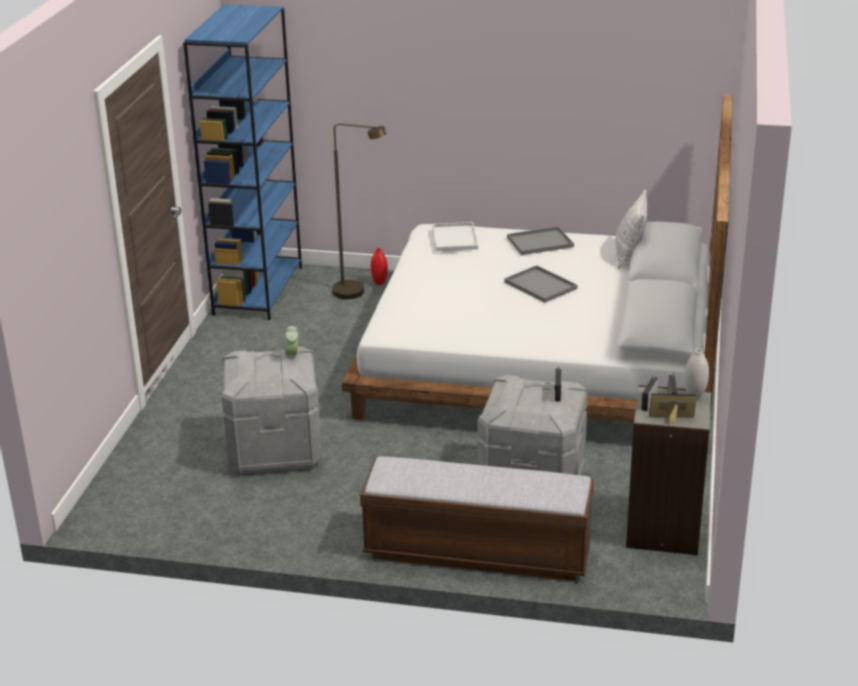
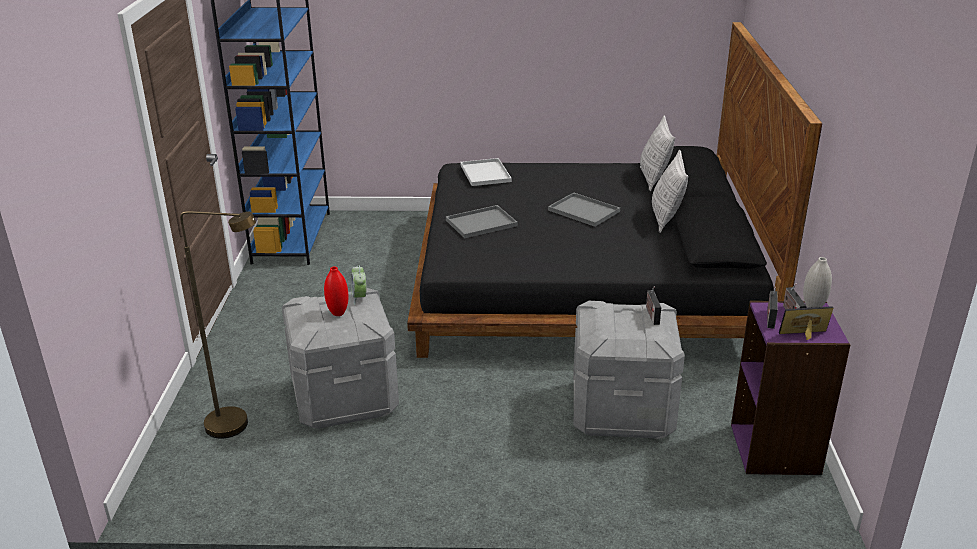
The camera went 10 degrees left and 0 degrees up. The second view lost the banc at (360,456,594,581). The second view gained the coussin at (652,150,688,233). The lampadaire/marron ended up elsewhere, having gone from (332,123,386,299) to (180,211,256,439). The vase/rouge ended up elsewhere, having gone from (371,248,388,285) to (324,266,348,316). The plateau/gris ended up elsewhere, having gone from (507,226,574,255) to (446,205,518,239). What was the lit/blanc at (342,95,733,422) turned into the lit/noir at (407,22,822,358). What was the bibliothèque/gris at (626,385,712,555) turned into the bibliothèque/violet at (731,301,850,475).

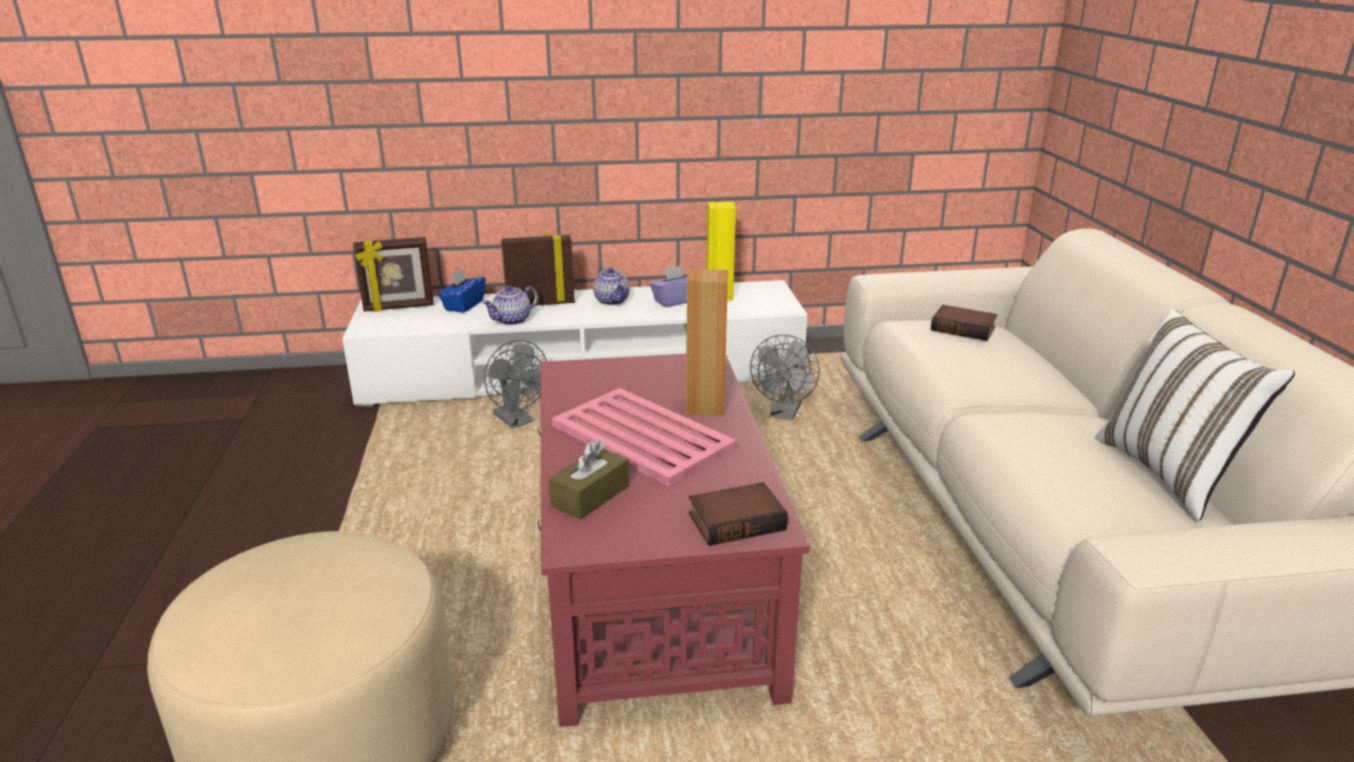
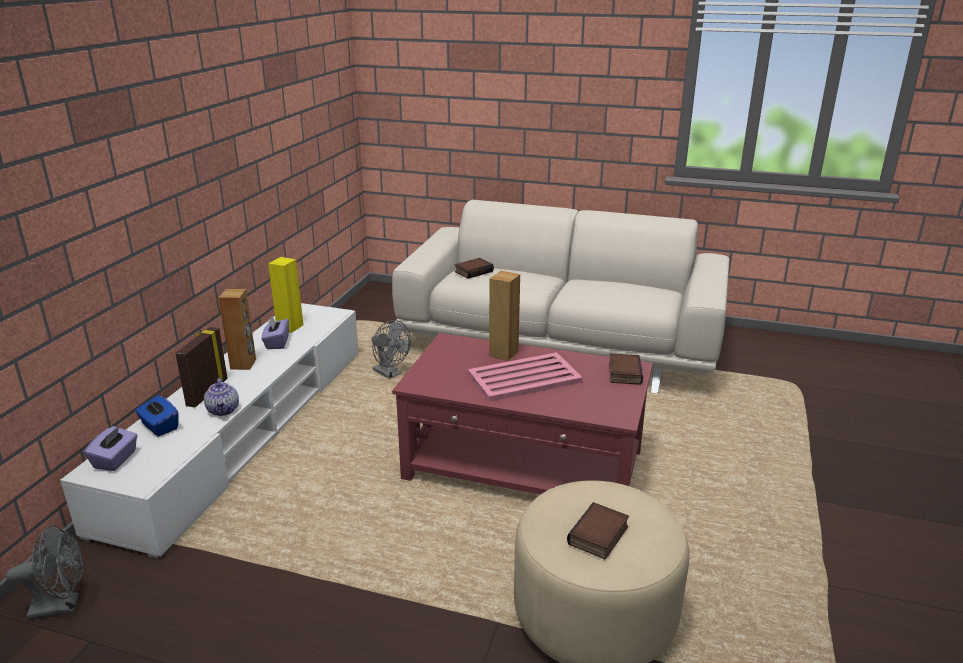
The camera went 65 degrees left and 0 degrees up. The second view lost the boîte à mouchoirs/marron at (549,440,629,520). The second view lost the coussin/blanc at (1096,308,1295,520). The second view gained the livre at (567,502,629,559). The ventilateur/gris ended up elsewhere, having gone from (484,340,547,429) to (6,525,83,620). Where the cadre photo stood at (353,237,434,312), the boîte à mouchoirs/violet came to stand at (84,426,138,471). Where the théière stood at (593,267,630,305), the enceinte/marron came to stand at (219,289,256,370).

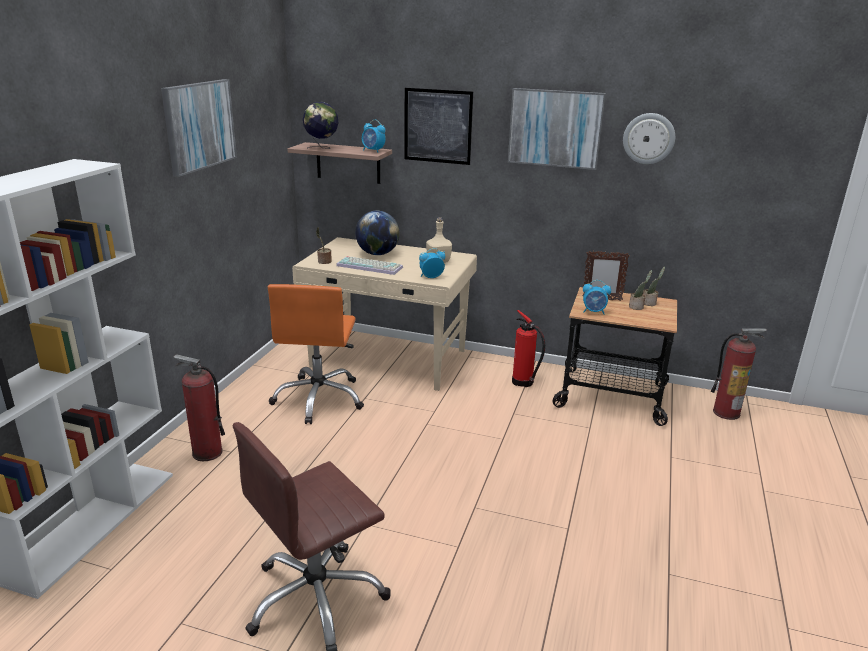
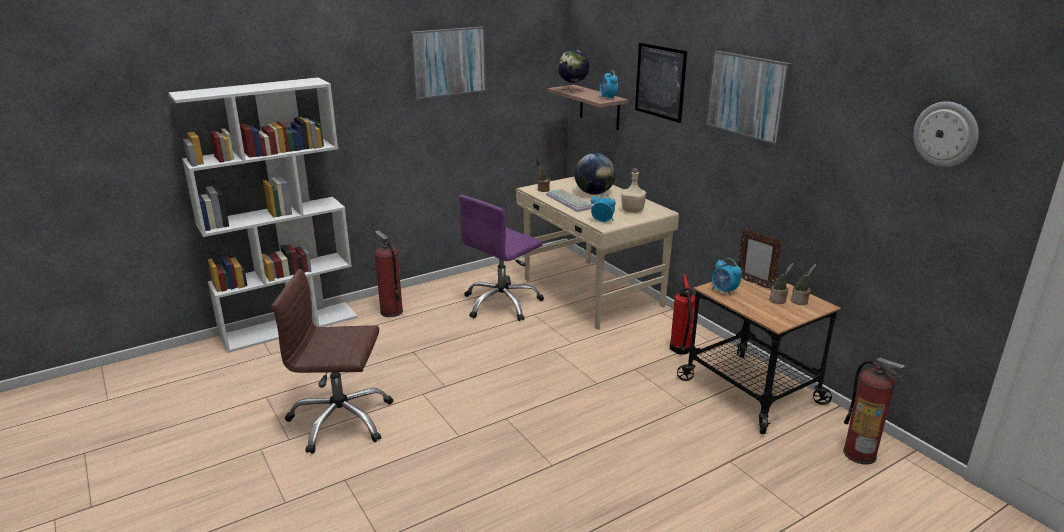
The camera went 40 degrees right and 0 degrees up. The horloge murale ended up elsewhere, having gone from (623,113,675,164) to (913,101,979,167). What was the chaise de bureau/orange at (268,284,364,424) turned into the chaise de bureau/violet at (459,195,544,321).

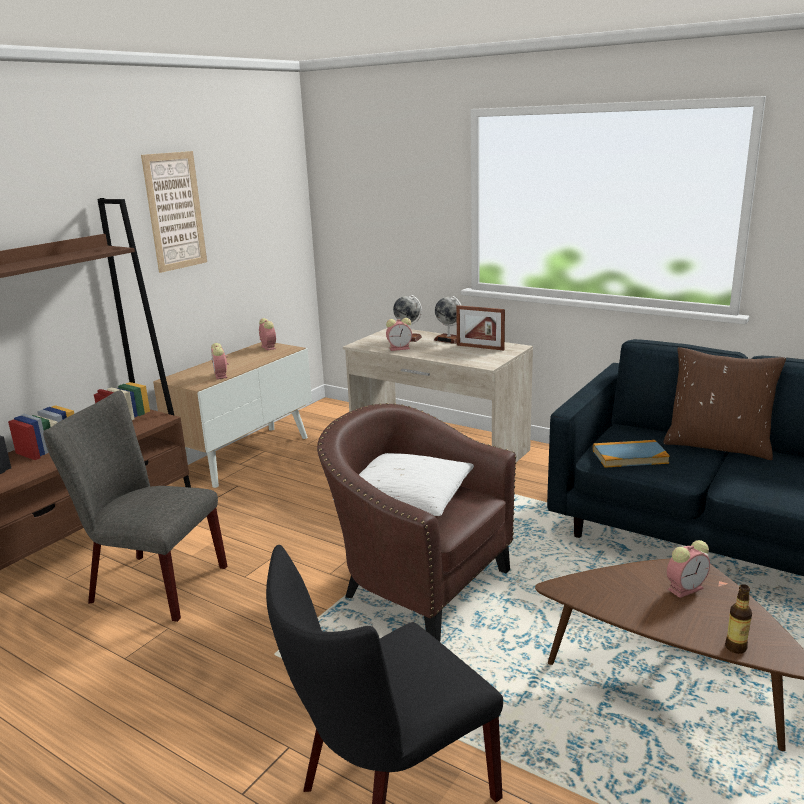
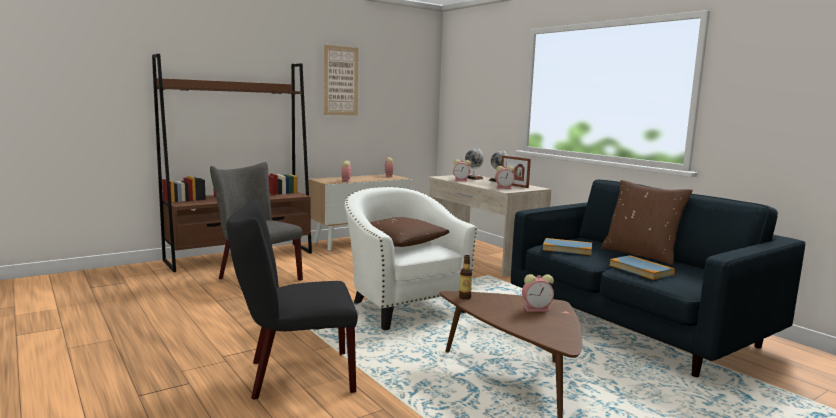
The camera went 20 degrees right and 10 degrees down. The second view gained the réveil at (495,166,515,189). The second view gained the livre at (609,256,675,280). The bouteille ended up elsewhere, having gone from (725,584,752,654) to (459,255,472,299). What was the fauteuil/marron at (317,403,516,642) turned into the fauteuil/blanc at (345,187,477,331). What was the coussin/blanc at (333,453,474,516) turned into the coussin/marron at (370,217,449,247).

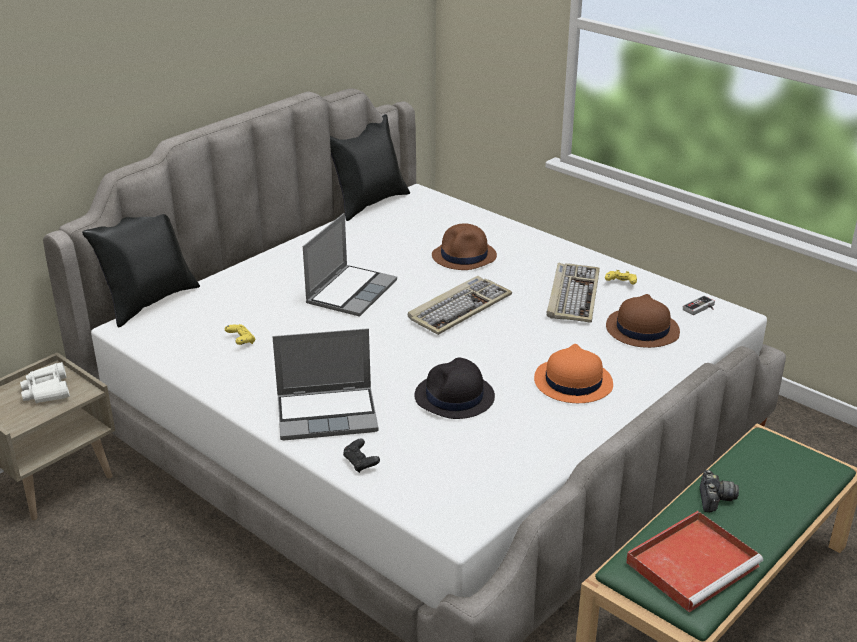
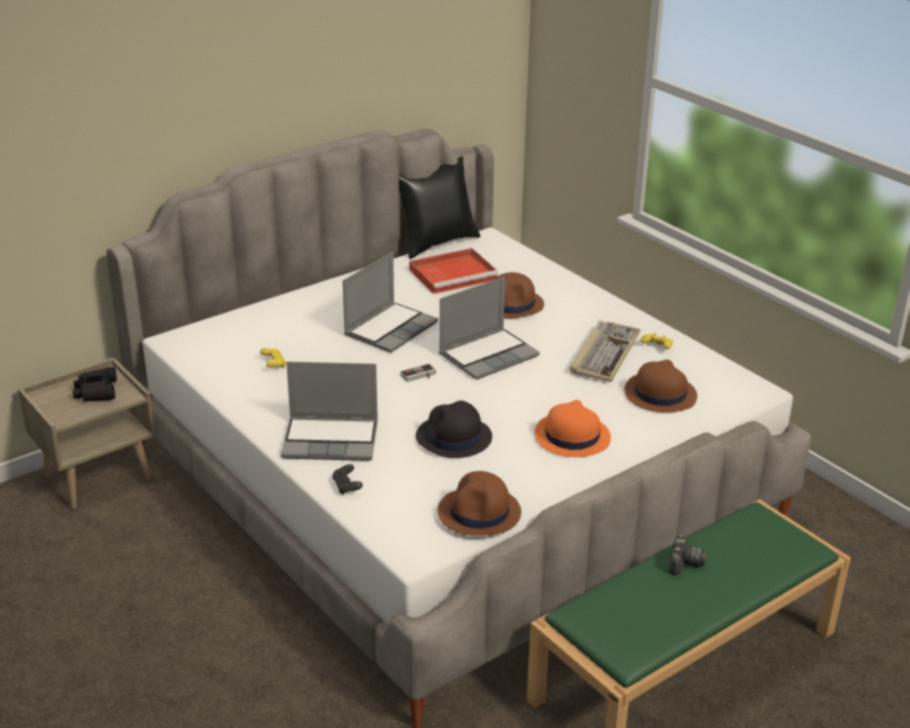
The camera went 10 degrees right and 0 degrees up. The second view lost the coussin/noir at (82,214,200,328). The second view gained the chapeau/marron at (438,471,521,535). The plateau/rouge ended up elsewhere, having gone from (626,511,763,612) to (409,248,499,294). The manette ended up elsewhere, having gone from (683,296,715,315) to (400,363,436,382). Where the clavier stood at (408,276,512,335), the ordinateur portable came to stand at (439,277,540,380). What was the jumelles/blanc at (20,362,70,404) turned into the jumelles/noir at (72,367,117,402).

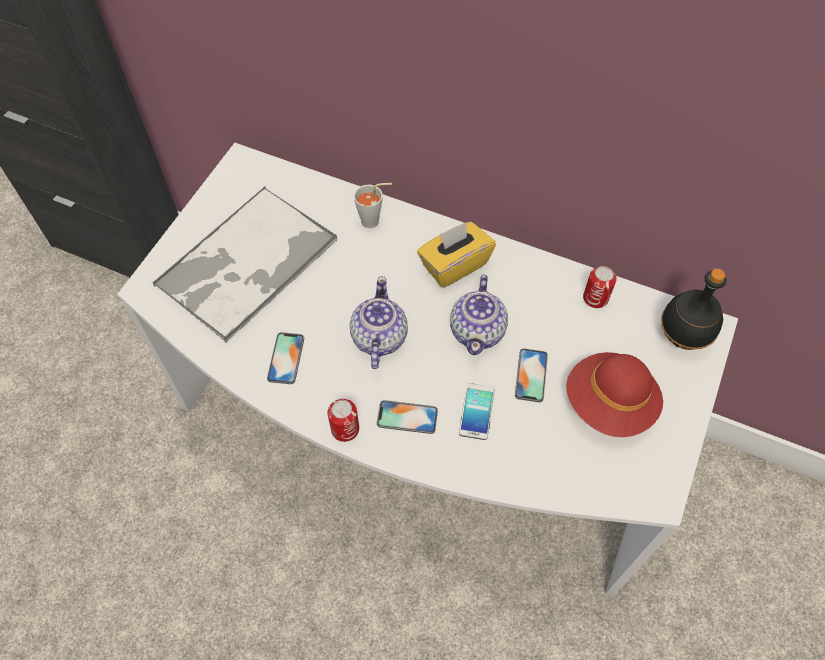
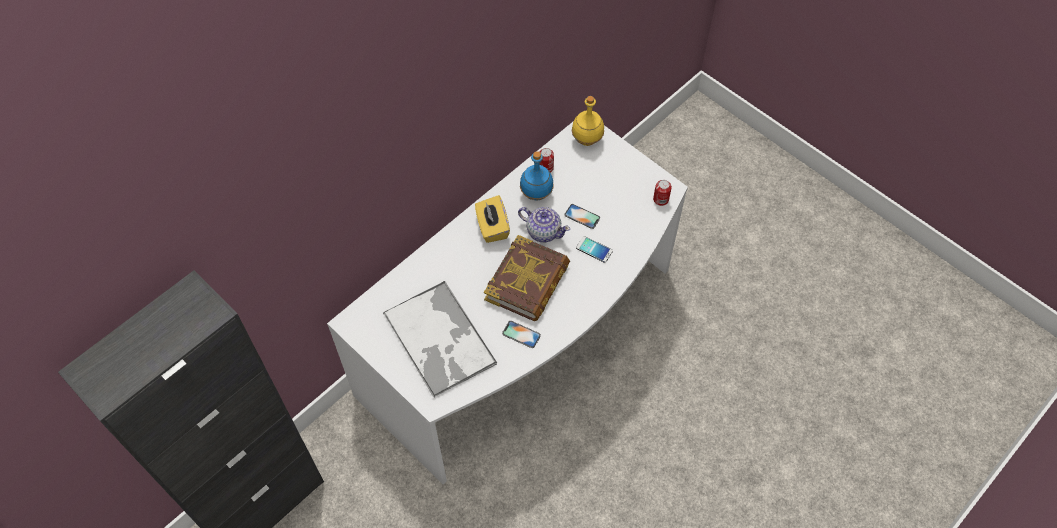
The camera went 70 degrees left and 0 degrees up. The second view lost the tasse/gris at (354,183,392,228). The second view lost the téléphone at (377,400,438,434). The second view lost the chapeau/rouge at (566,352,663,437). The second view gained the bouteille/bleu at (520,151,553,200). The boîte métallique ended up elsewhere, having gone from (328,399,359,442) to (653,180,672,206). Where the théière stood at (350,276,408,369), the livre came to stand at (484,235,570,321). What was the bouteille/noir at (661,269,727,350) turned into the bouteille/jaune at (572,96,604,146).

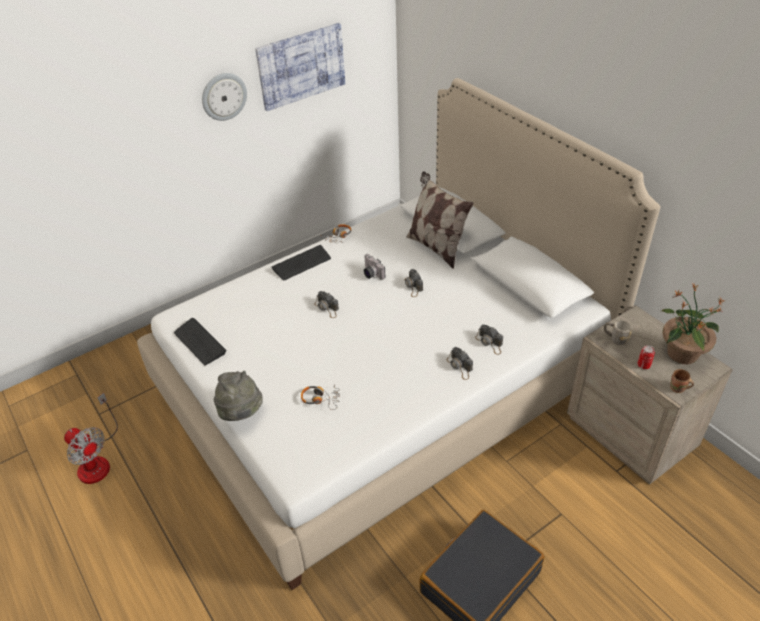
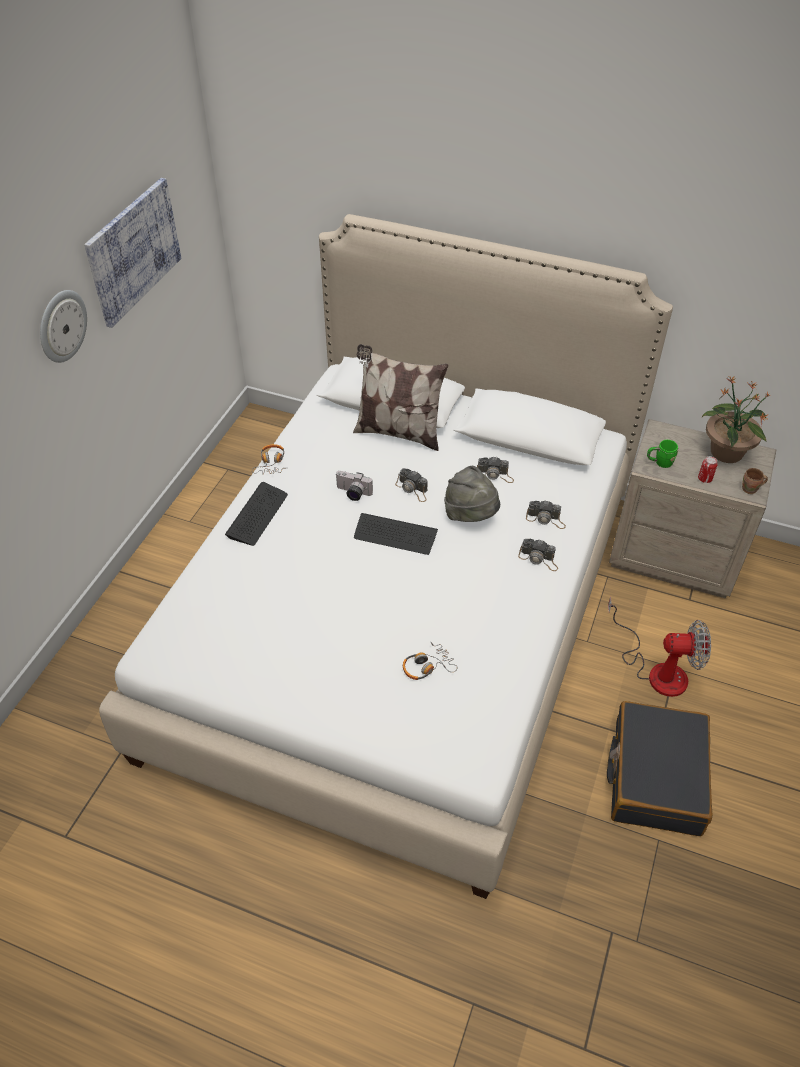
The camera went 35 degrees left and 5 degrees up. The ventilateur ended up elsewhere, having gone from (64,393,118,484) to (608,597,711,697). The clavier ended up elsewhere, having gone from (174,318,226,365) to (354,513,438,555). The chapeau/gris ended up elsewhere, having gone from (214,371,263,421) to (444,466,500,522). The appareil photo ended up elsewhere, having gone from (314,291,339,318) to (477,456,514,483). What was the mug/gris at (604,320,632,345) turned into the mug/vert at (647,440,678,468).

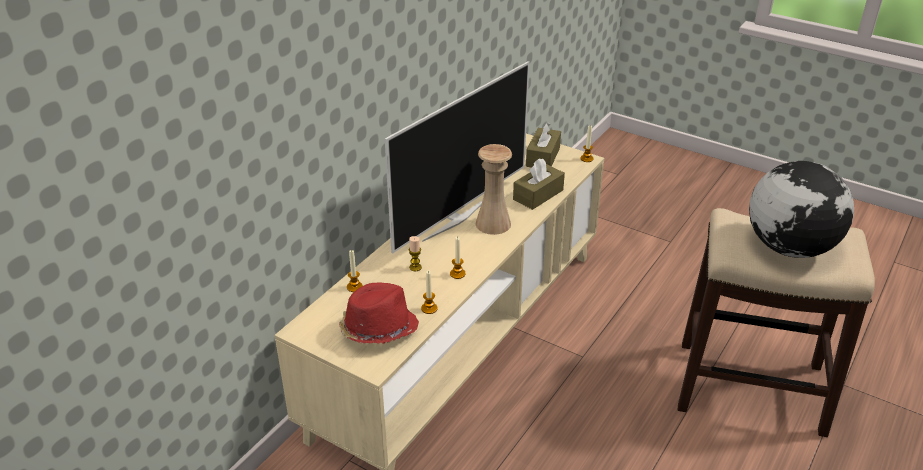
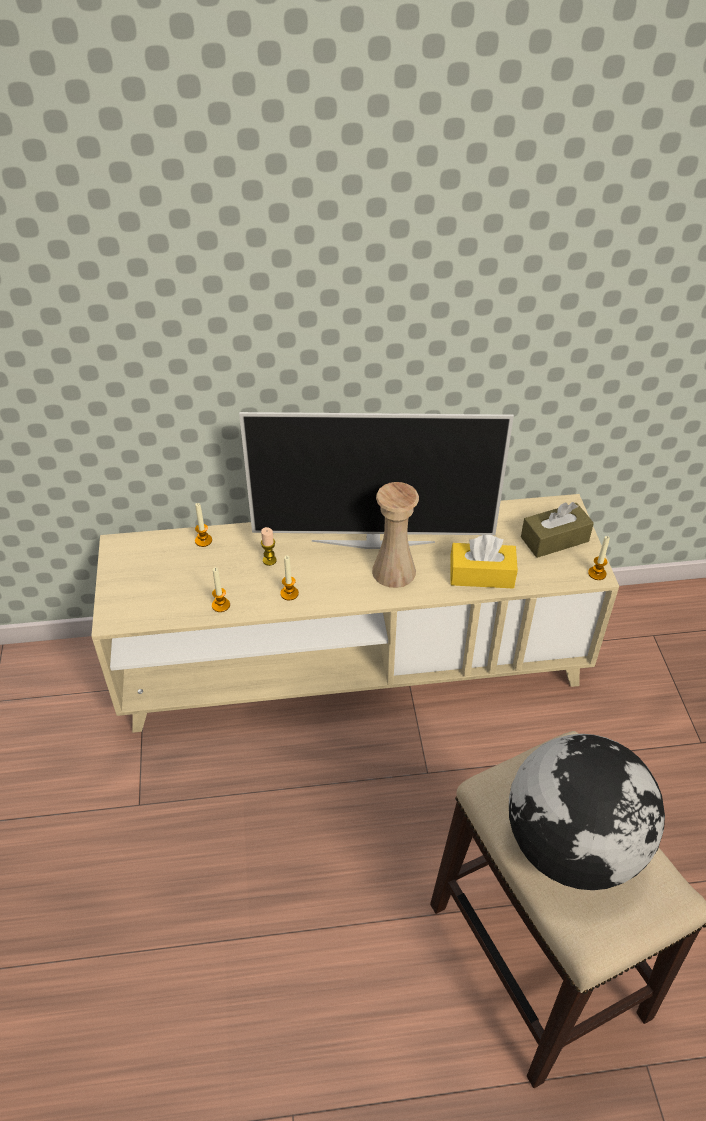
The camera went 50 degrees right and 10 degrees up. The second view lost the chapeau/rouge at (339,283,419,344). What was the boîte à mouchoirs/marron at (513,158,565,210) turned into the boîte à mouchoirs/jaune at (450,535,518,589).

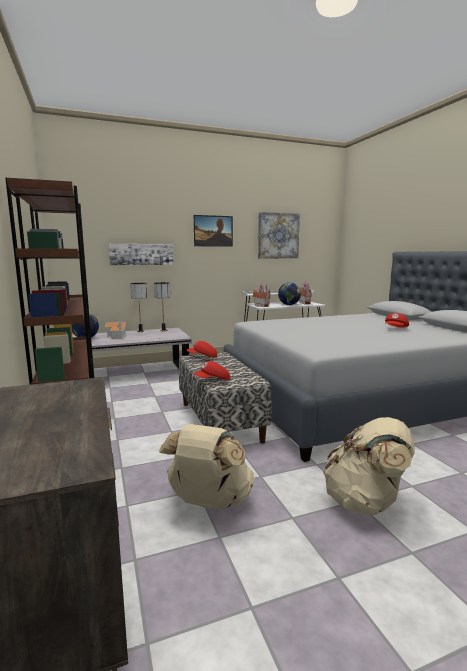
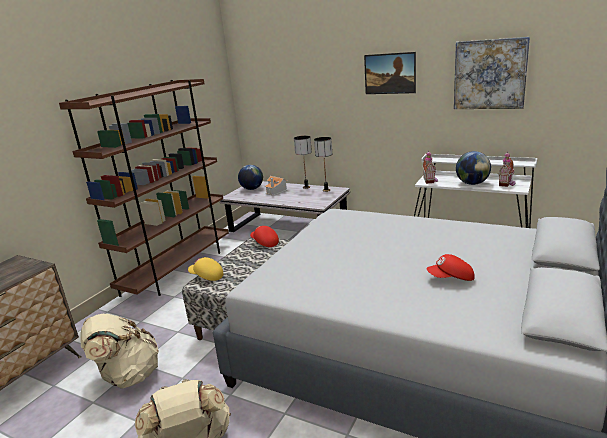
The camera went 50 degrees right and 10 degrees up. The second view lost the tableau at (109,244,173,265). What was the casquette/rouge at (193,361,230,380) turned into the casquette/jaune at (188,257,224,281).

